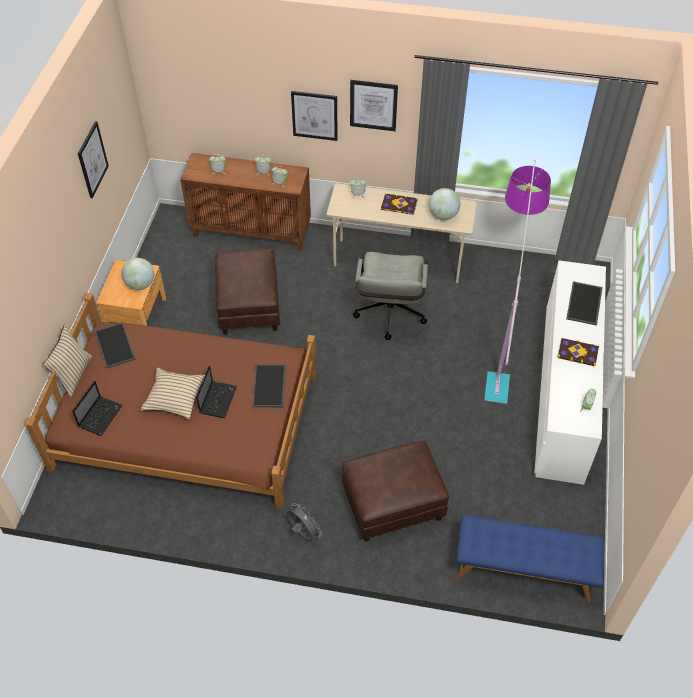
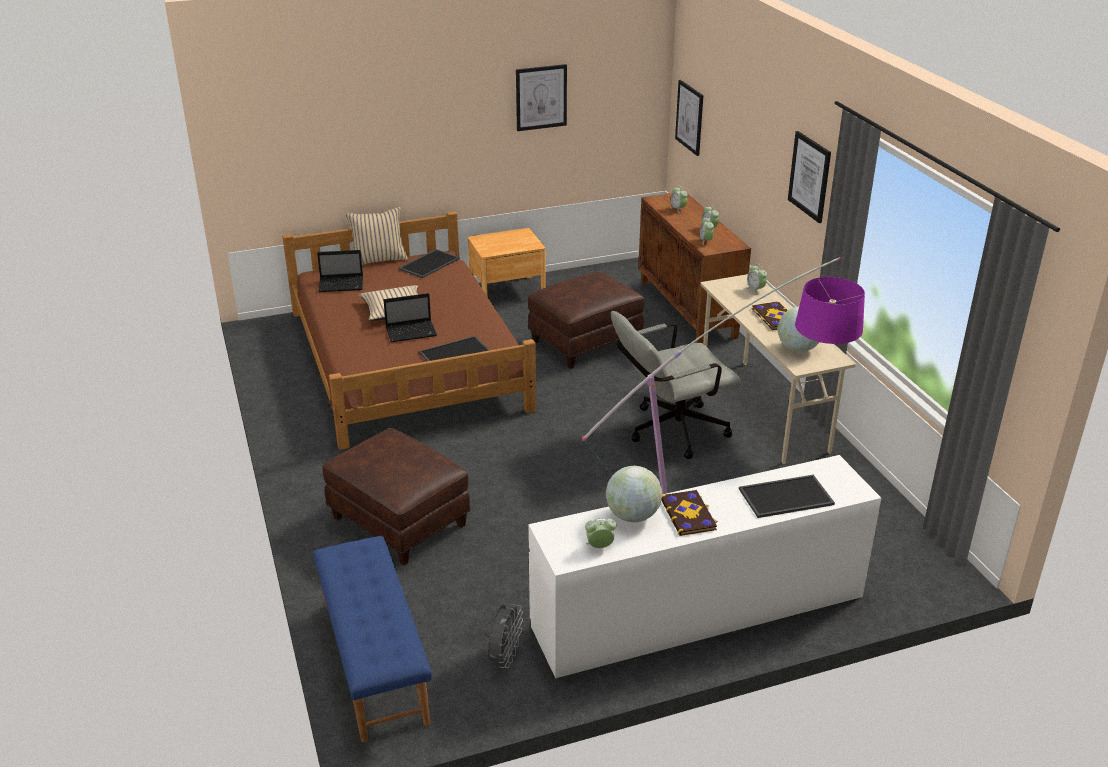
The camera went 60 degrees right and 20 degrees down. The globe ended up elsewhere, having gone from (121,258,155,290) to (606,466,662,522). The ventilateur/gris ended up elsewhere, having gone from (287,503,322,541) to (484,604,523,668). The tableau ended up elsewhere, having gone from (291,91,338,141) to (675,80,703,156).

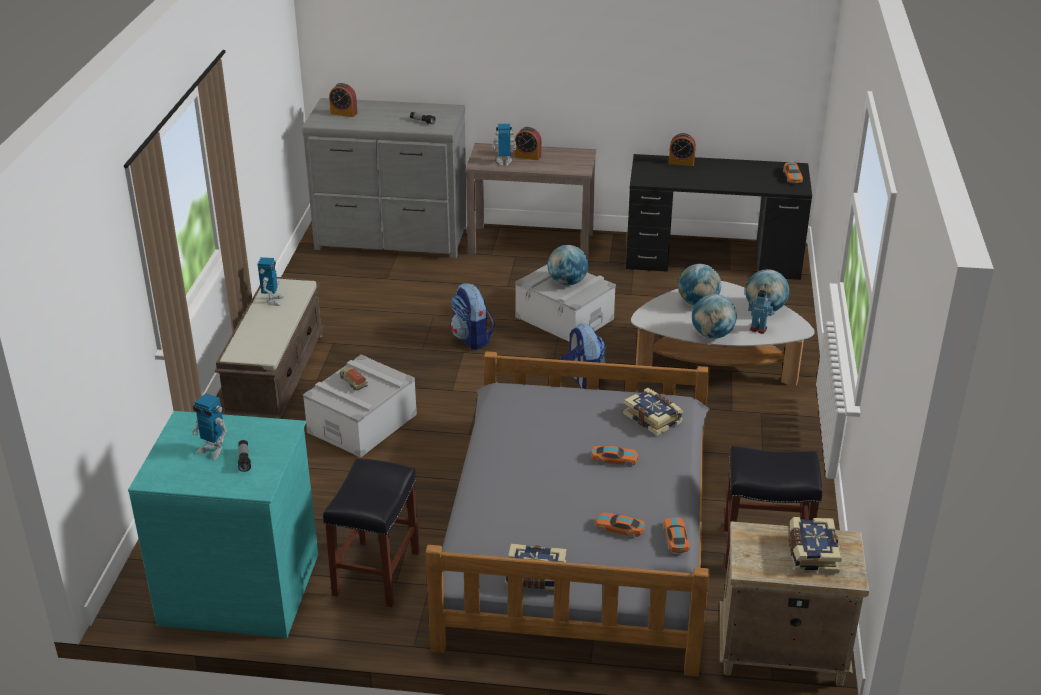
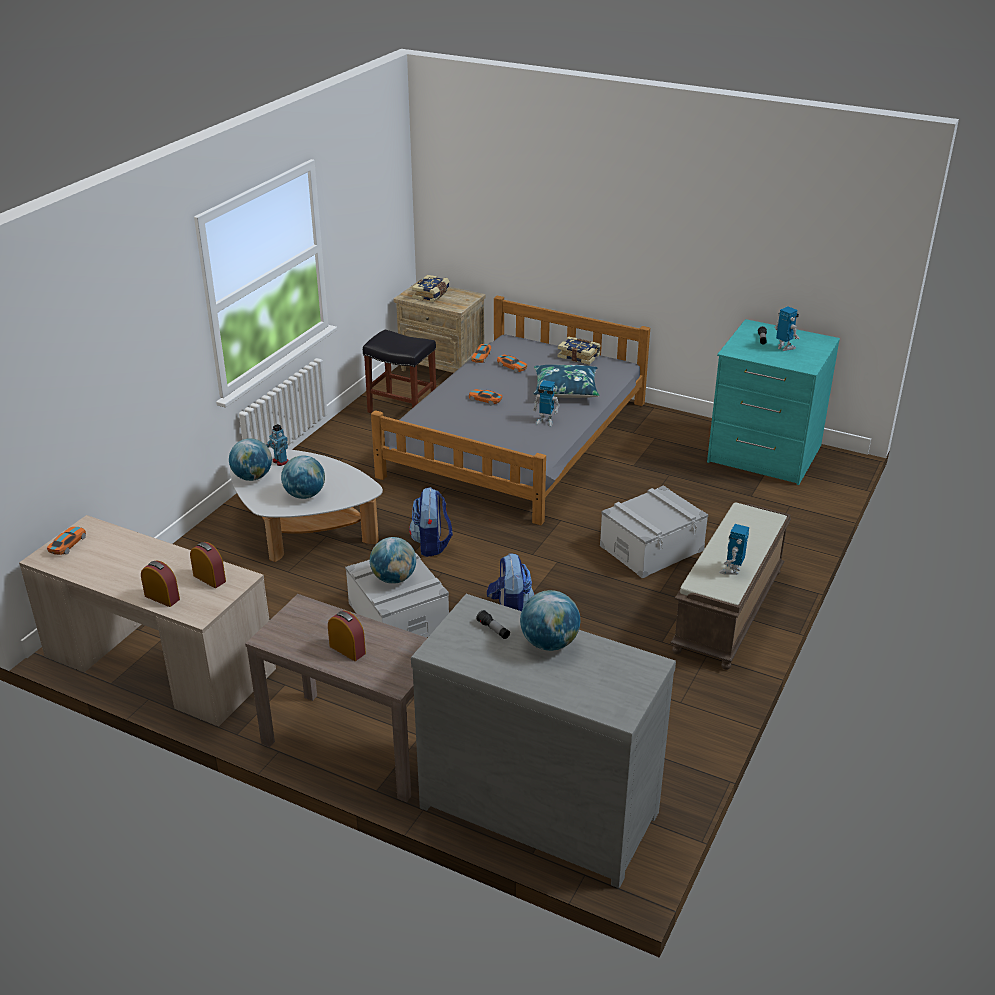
The camera went 160 degrees left and 0 degrees up. The second view lost the tabouret/noir at (323,458,420,607). The second view lost the camion jouet at (339,367,368,390). The second view lost the livre at (623,388,683,436). The second view gained the coussin/bleu at (533,365,600,398). The réveil ended up elsewhere, having gone from (329,83,357,117) to (190,542,226,588). The robot jouet ended up elsewhere, having gone from (491,124,517,165) to (533,380,560,427). The globe ended up elsewhere, having gone from (692,294,737,339) to (520,590,580,651). What was the bureau/noir at (626,154,812,280) turned into the bureau/beige at (19,515,276,726).

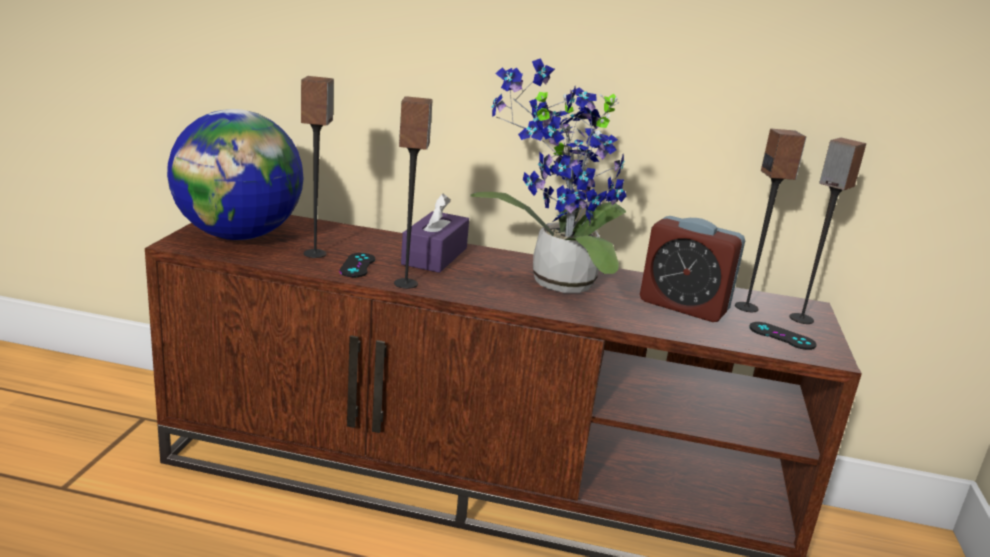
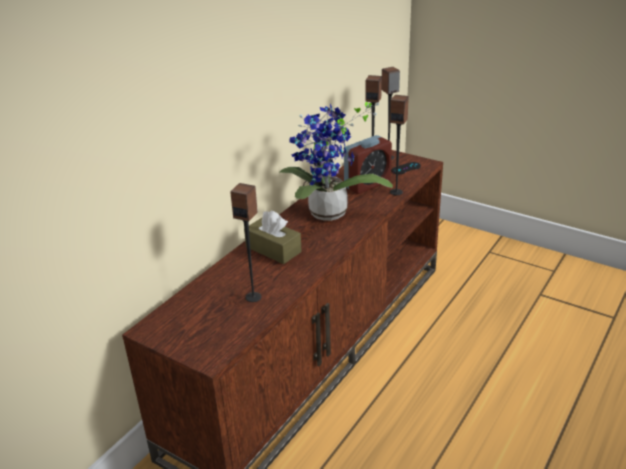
The camera went 65 degrees left and 10 degrees up. The second view lost the globe at (167,109,303,240). The second view lost the manette/noir at (339,253,375,277). The enceinte ended up elsewhere, having gone from (394,96,433,289) to (390,95,409,195). What was the boîte à mouchoirs/violet at (401,193,469,273) turned into the boîte à mouchoirs/marron at (244,211,302,264).

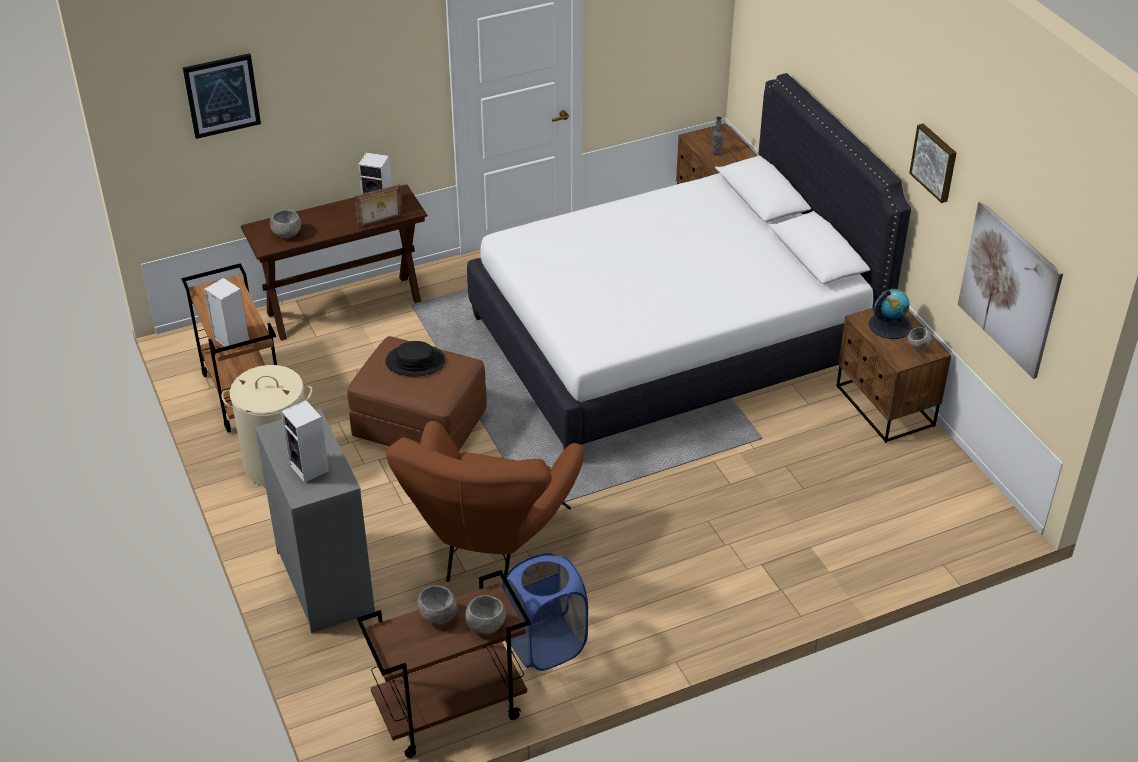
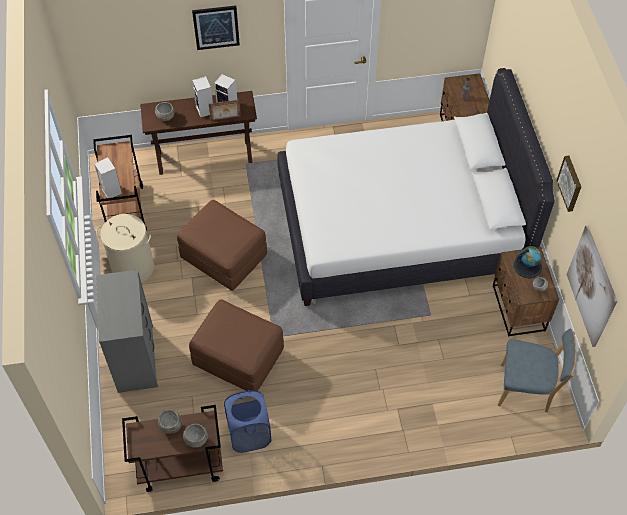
The camera went 15 degrees right and 15 degrees up. The second view lost the chapeau/noir at (386,341,445,376). The second view gained the chaise/bleu at (498,329,577,413). The tableau ended up elsewhere, having gone from (183,53,261,139) to (192,5,240,50). The enceinte ended up elsewhere, having gone from (281,400,329,483) to (192,76,213,117). Where the fauteuil/marron stood at (386,421,584,588), the pouf/marron came to stand at (189,299,284,391).

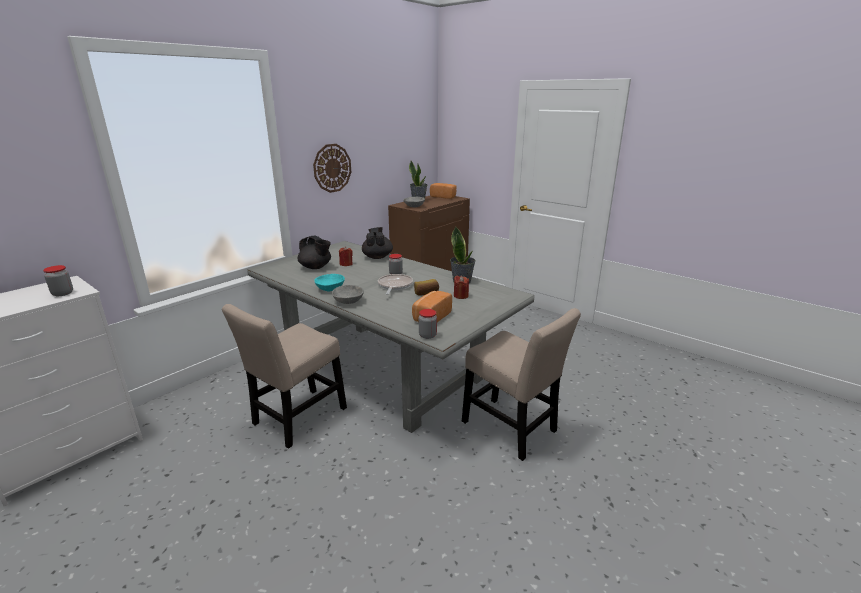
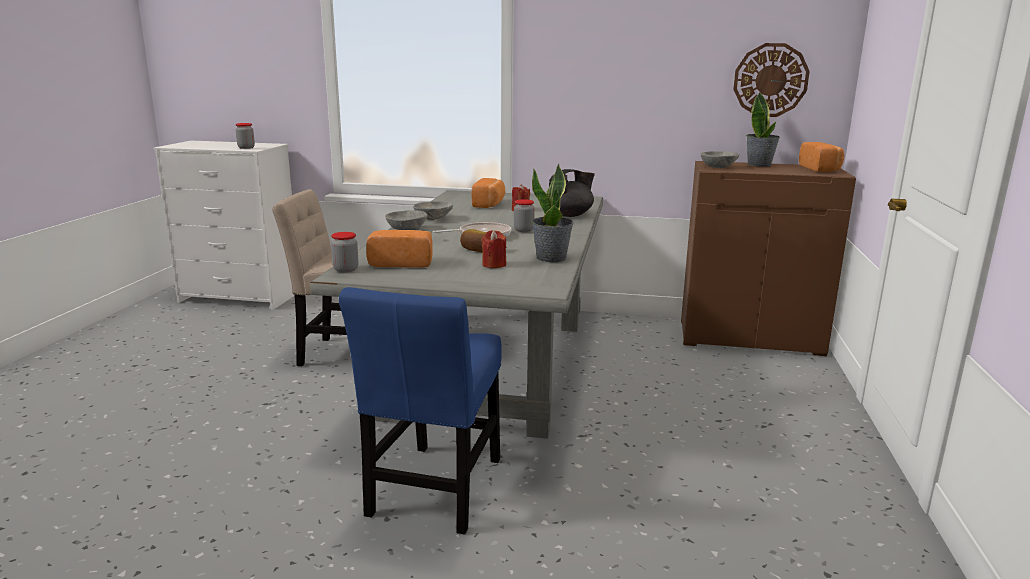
The camera went 60 degrees right and 5 degrees down. The horloge murale ended up elsewhere, having gone from (313,144,351,193) to (733,43,810,117). Where the théière/noir stood at (298,236,331,269), the pain came to stand at (472,178,505,208). What was the bol/turquoise at (314,274,345,292) turned into the bol/gris at (413,201,453,220). What was the chaise/beige at (462,308,581,461) turned into the chaise/bleu at (339,287,502,535).

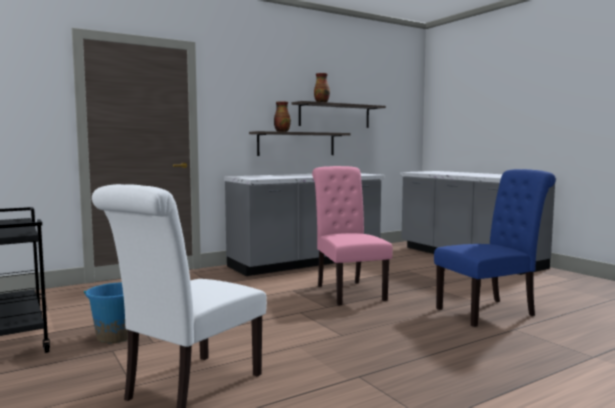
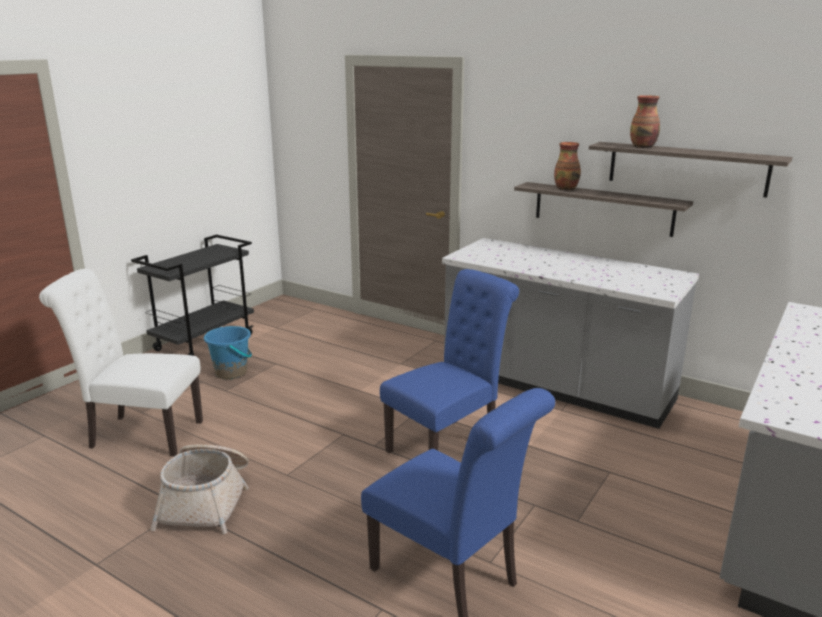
The camera went 65 degrees right and 15 degrees up. The second view gained the panier at (150,444,249,534). What was the chaise/rose at (312,166,393,306) turned into the chaise/bleu at (380,269,519,453).

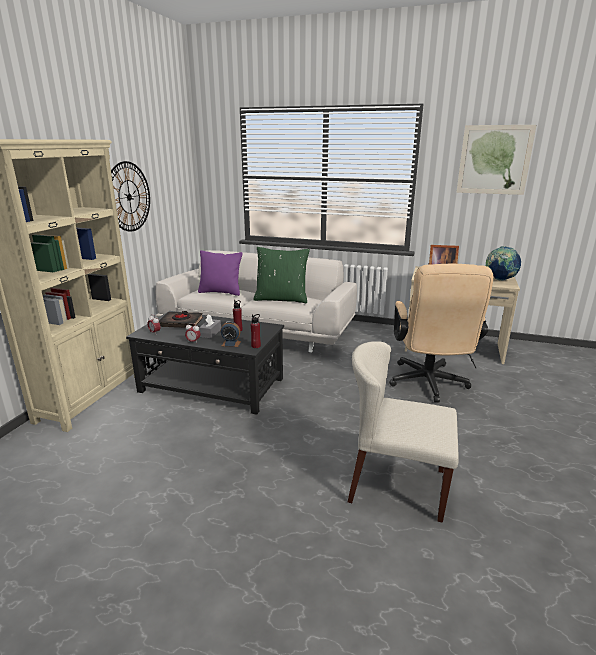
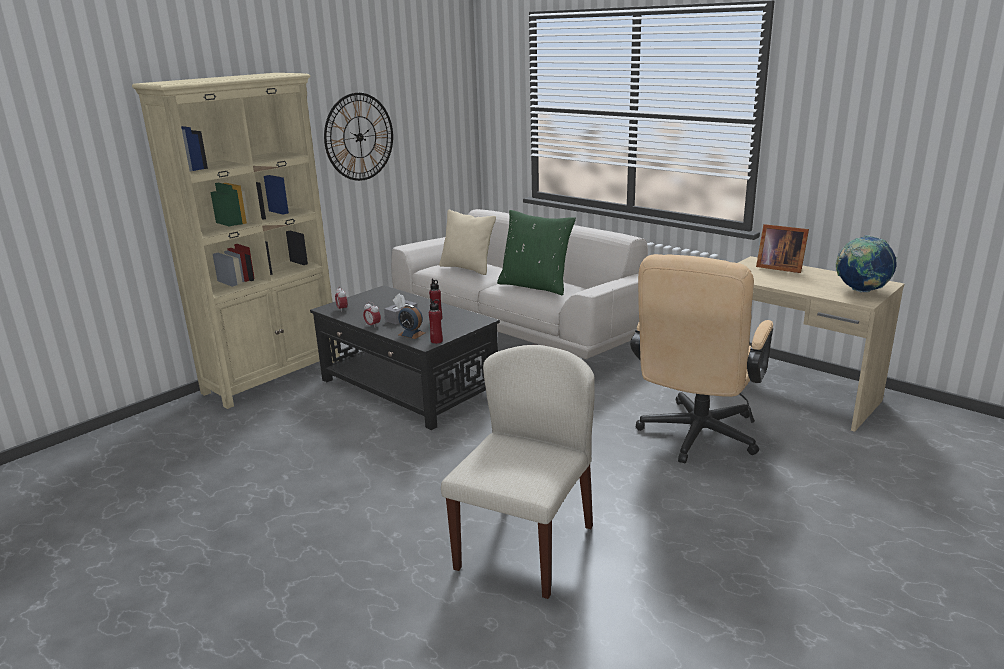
The camera went 25 degrees right and 0 degrees up. The second view lost the livre/noir at (159,311,203,328). The second view lost the tableau at (456,125,537,195). What was the coussin/violet at (198,250,243,296) turned into the coussin/beige at (439,210,496,275). The chaise/beige at (348,341,459,523) ended up facing another way, 75 degrees clockwise from before.

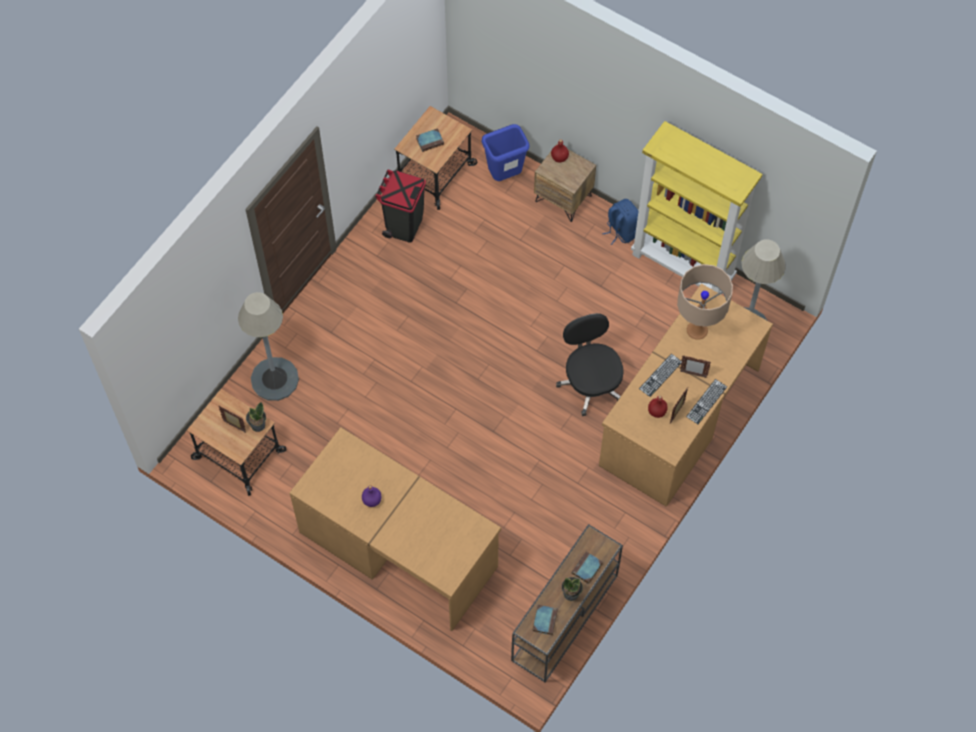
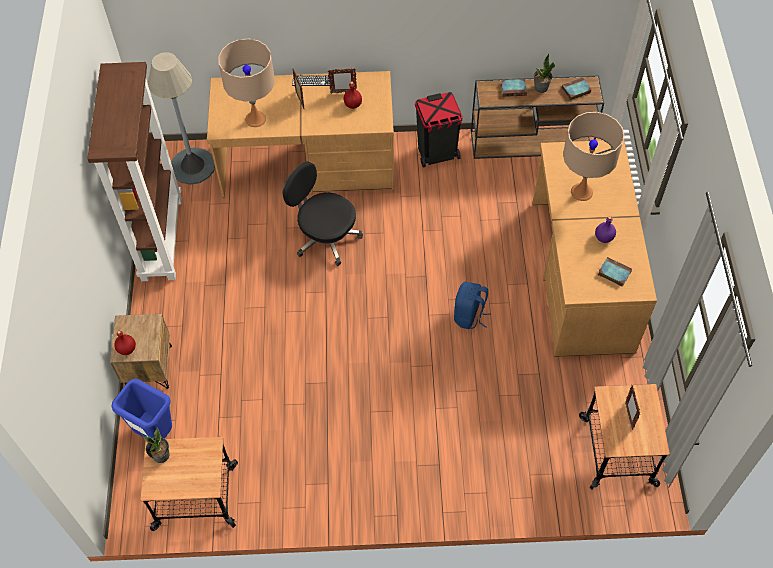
The camera went 125 degrees left and 5 degrees down. The second view lost the lampadaire/gris at (238,292,299,401). The second view lost the clavier at (639,353,681,397). The second view gained the lampe de table/beige at (563,112,624,201). The plante en pot ended up elsewhere, having gone from (246,402,266,432) to (141,427,169,463). The poubelle/noir ended up elsewhere, having gone from (375,169,426,243) to (415,92,463,168). The livre ended up elsewhere, having gone from (416,128,444,152) to (598,257,632,287). The sac à dos/bleu ended up elsewhere, having gone from (602,199,639,245) to (454,282,491,329). What was the bibliothèque/jaune at (631,121,762,295) turned into the bibliothèque/marron at (87,62,182,281). The chaise de bureau/noir at (556,313,624,416) ended up facing another way, 90 degrees clockwise from before.

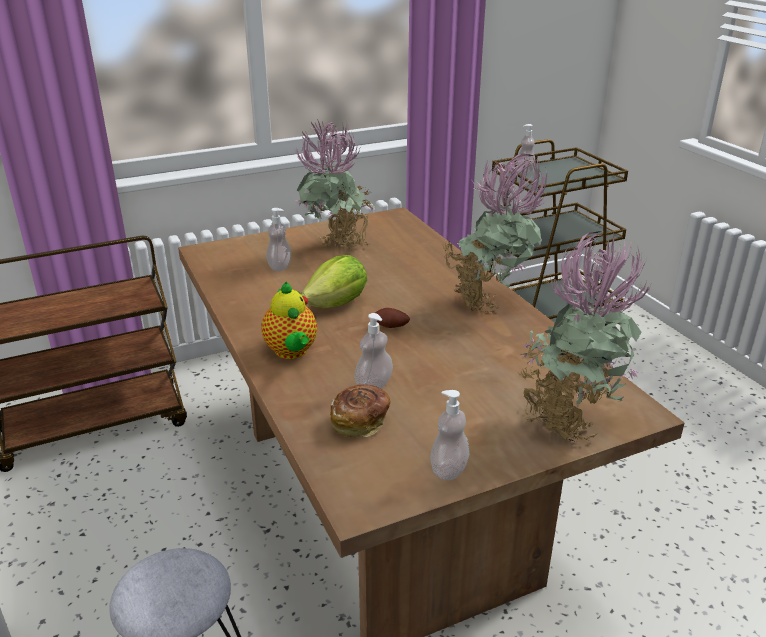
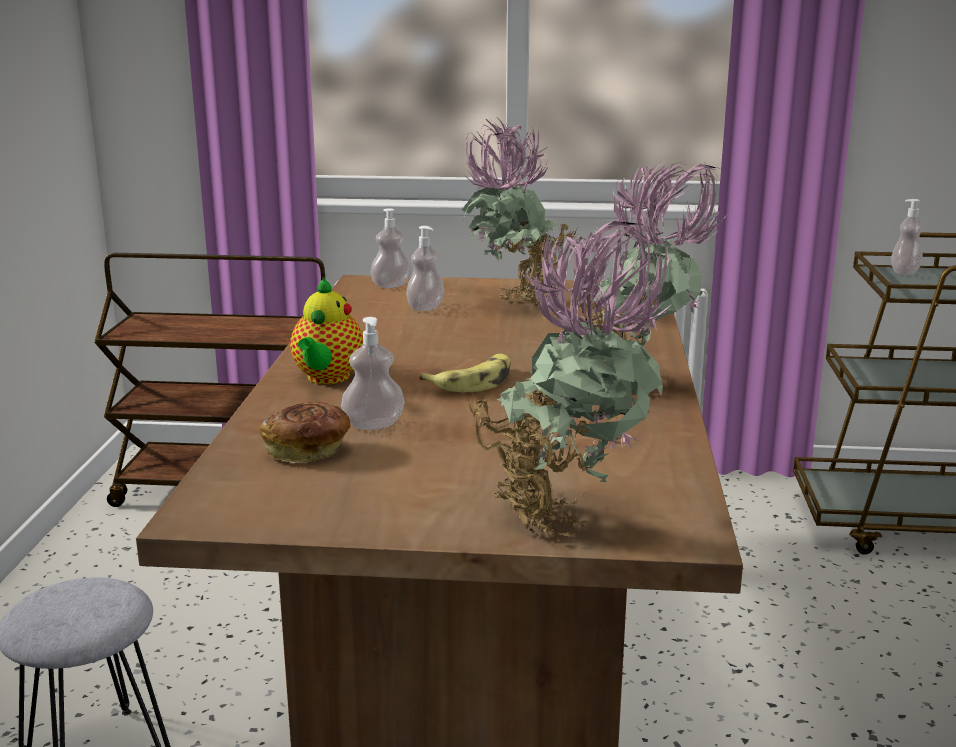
The camera went 30 degrees right and 10 degrees down. The second view lost the laitue at (301,255,367,308). The distributeur de savon ended up elsewhere, having gone from (430,390,470,480) to (370,208,412,288). Where the pomme de terre stood at (375,308,410,328), the banane came to stand at (419,354,511,393).

